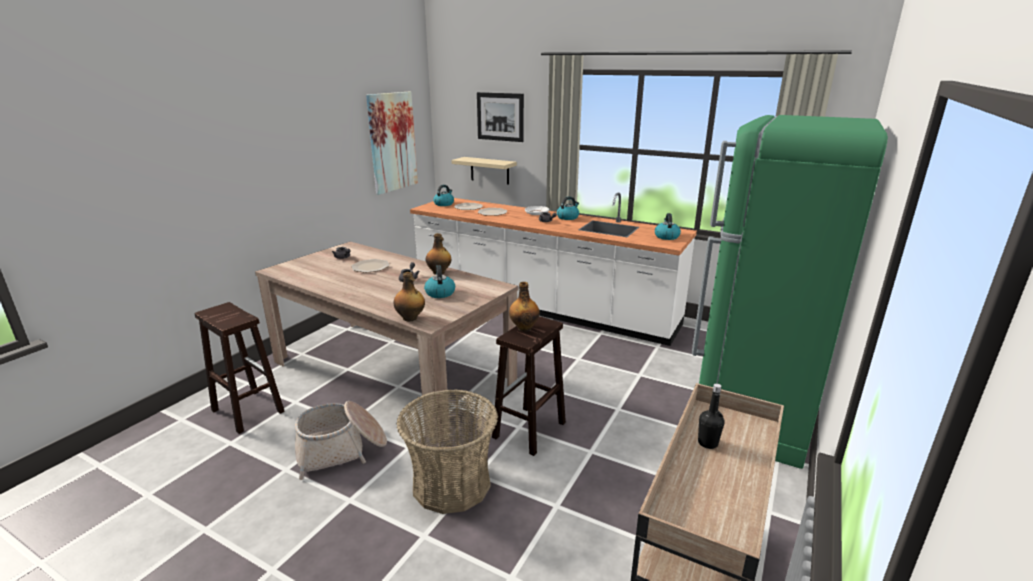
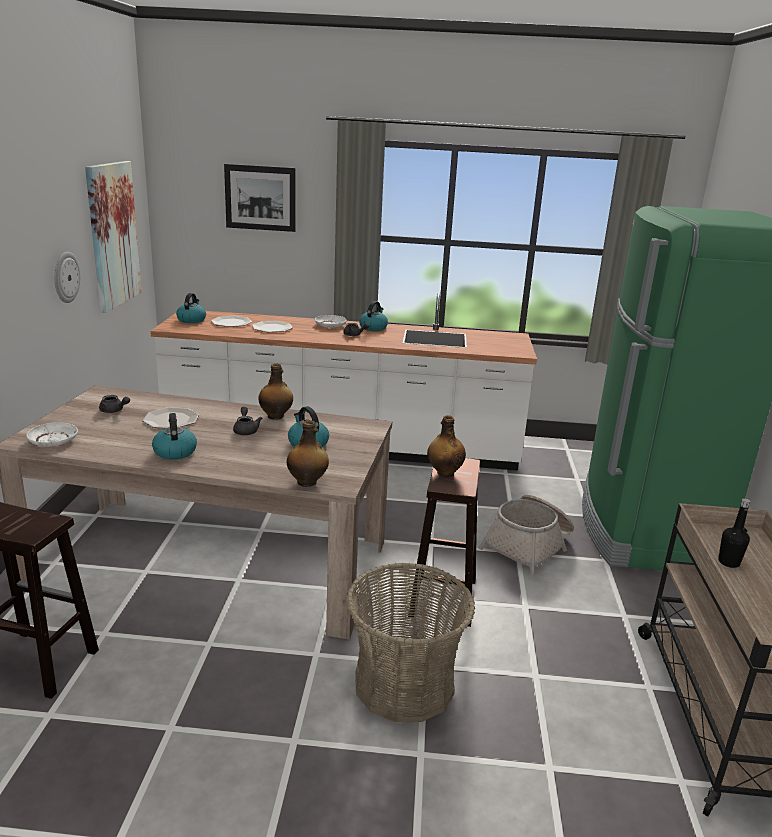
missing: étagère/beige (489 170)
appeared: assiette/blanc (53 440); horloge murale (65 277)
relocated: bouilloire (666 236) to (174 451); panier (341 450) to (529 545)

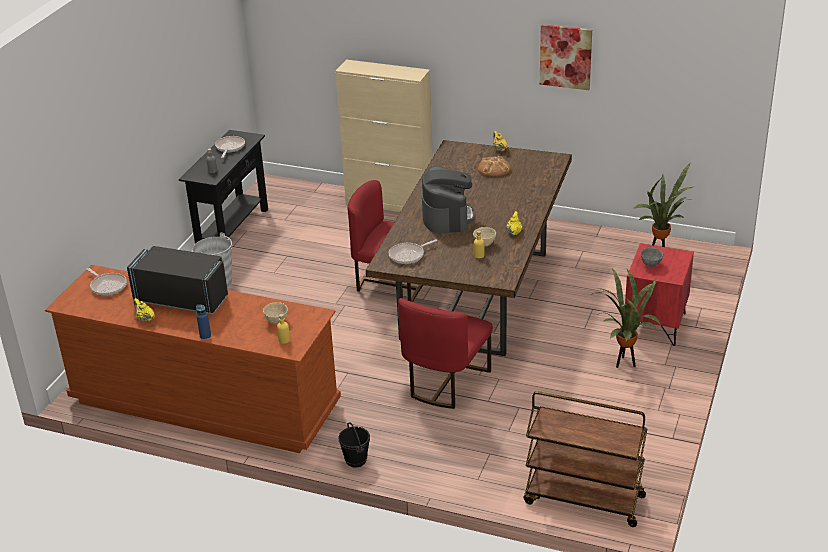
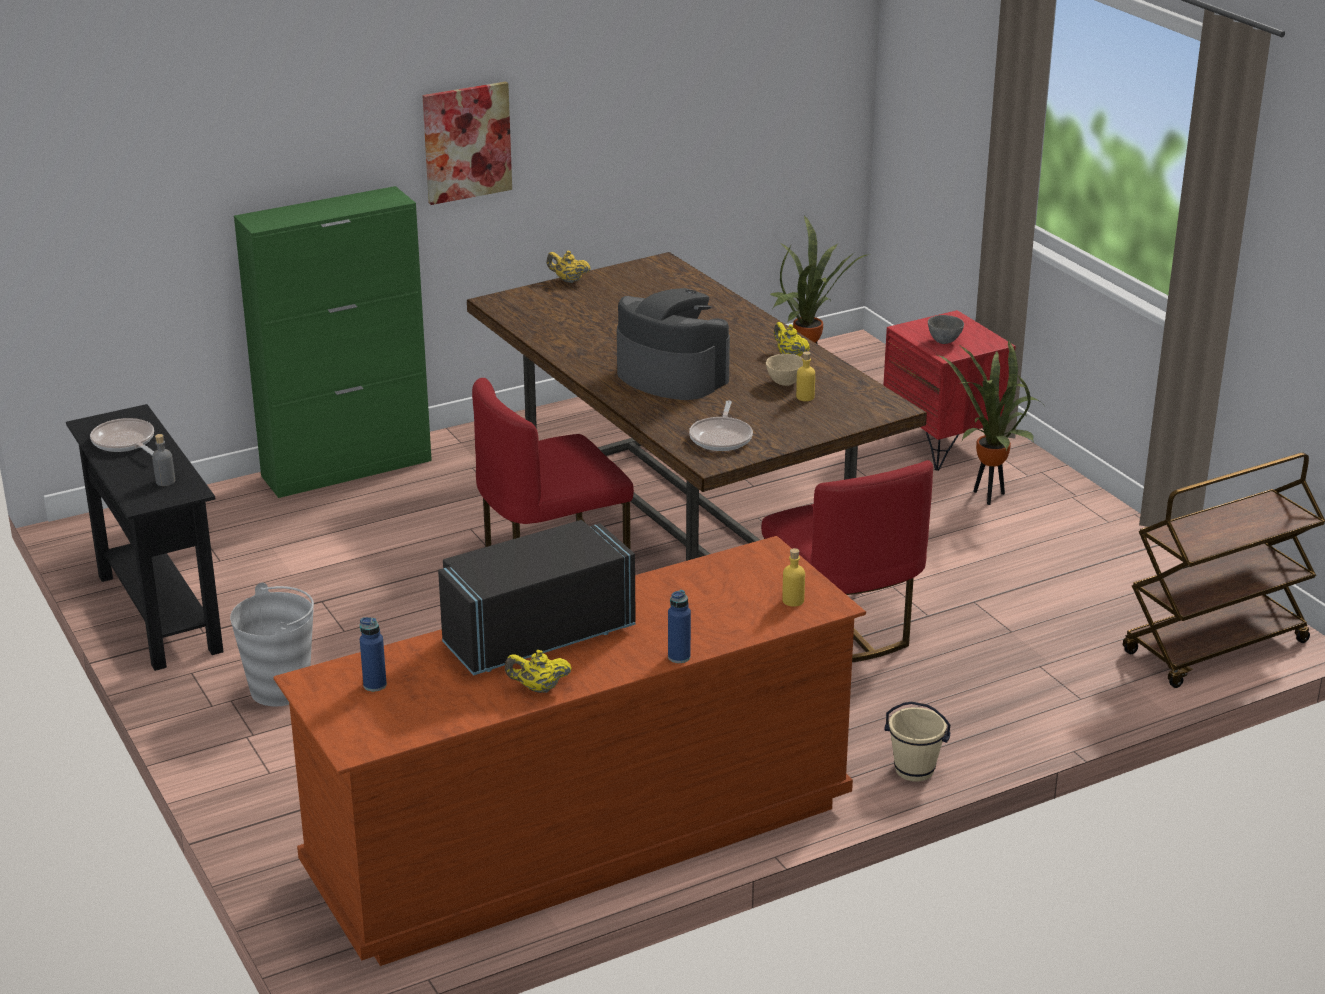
missing: bol/beige (277 321); pain (494 169)
relocated: tableau (565 56) to (467 142)
exchanged: poêle (107 286) to bouteille/bleu (375 685)
colour: meuble de rangement/beige (390 203) to meuble de rangement/vert (348 468); seau/noir (356 460) to seau/beige (914 770)

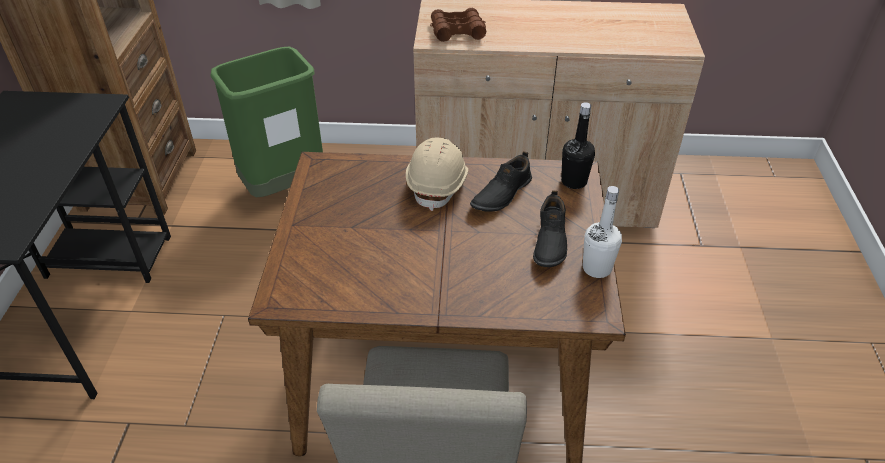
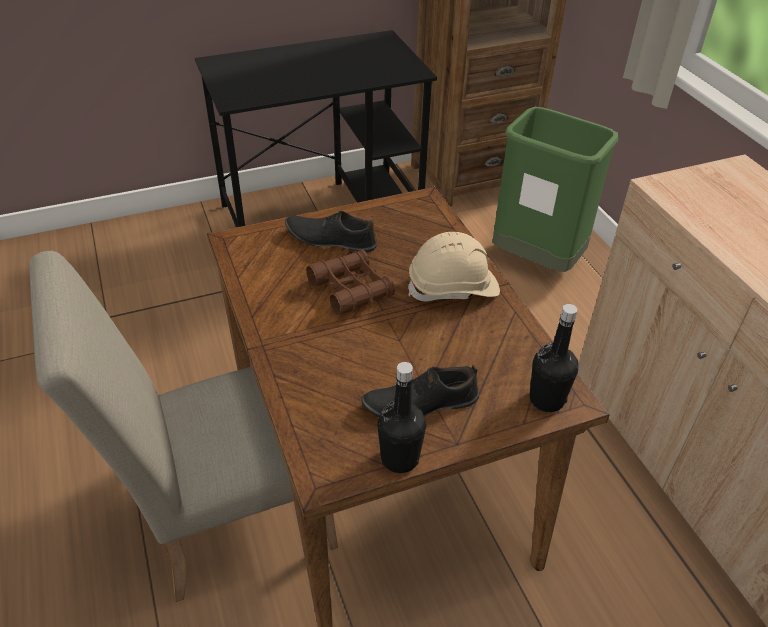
relocated: chaussure/noir (501 194) to (330 239); jumelles/marron (457 31) to (350 289)
colour: bouteille/blanc (596 268) to bouteille/noir (400 458)

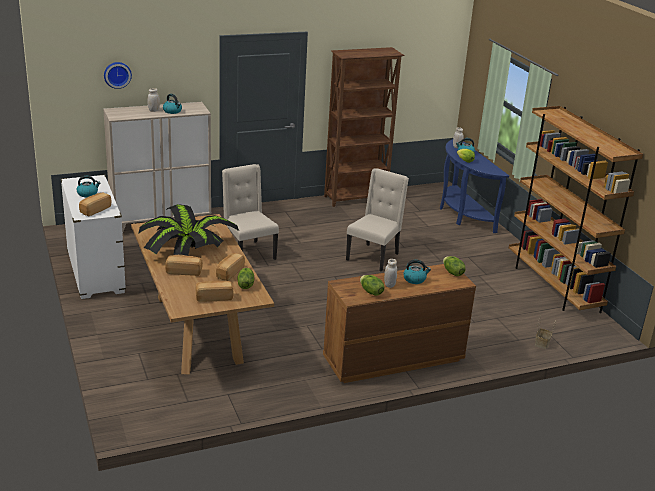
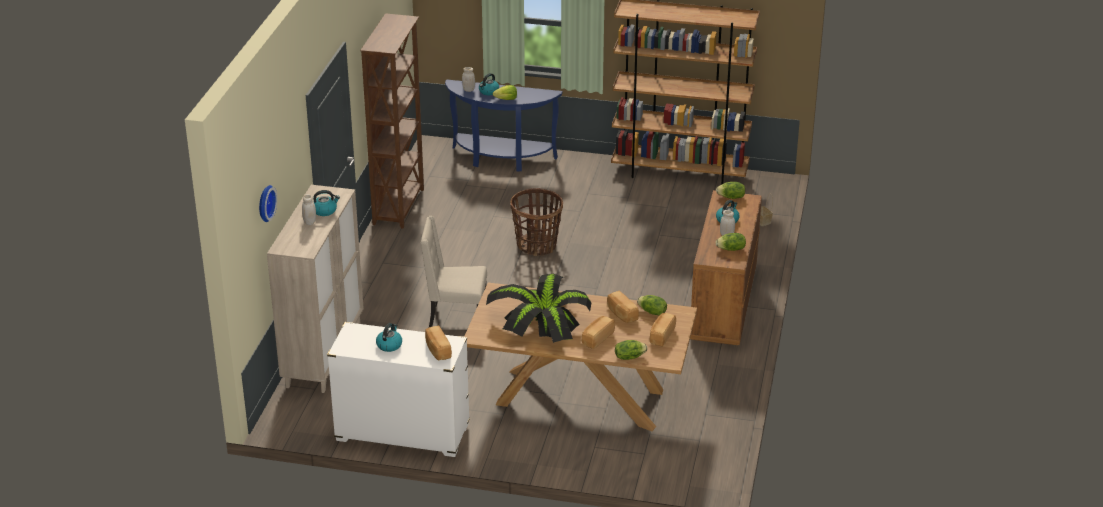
appeared: laitue (629 357)
exchanged: chaise/beige (373 257) to panier (537 245)

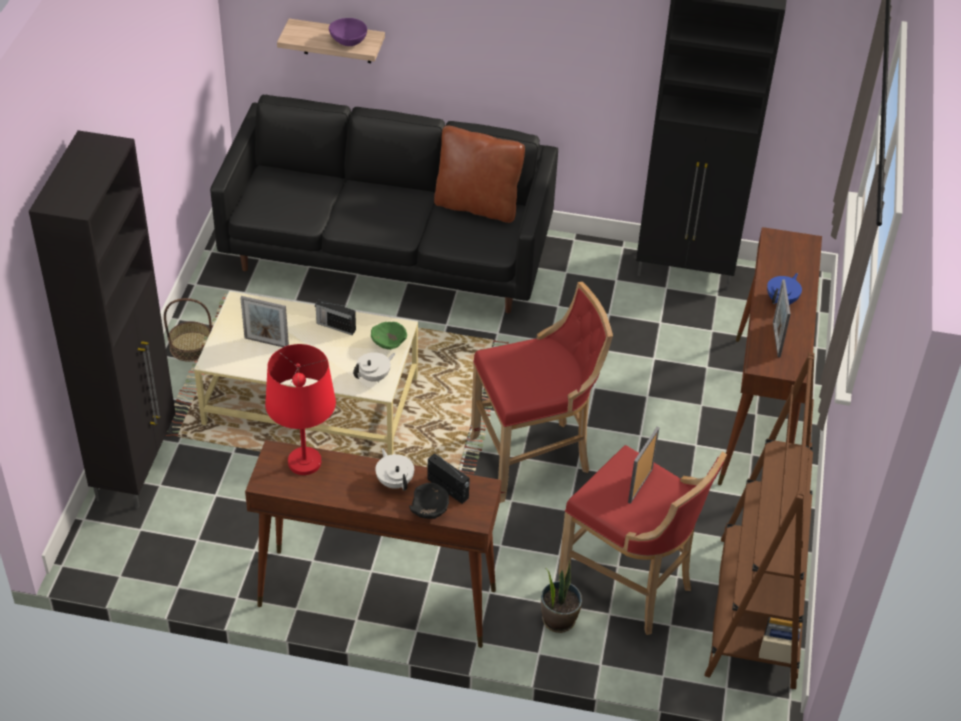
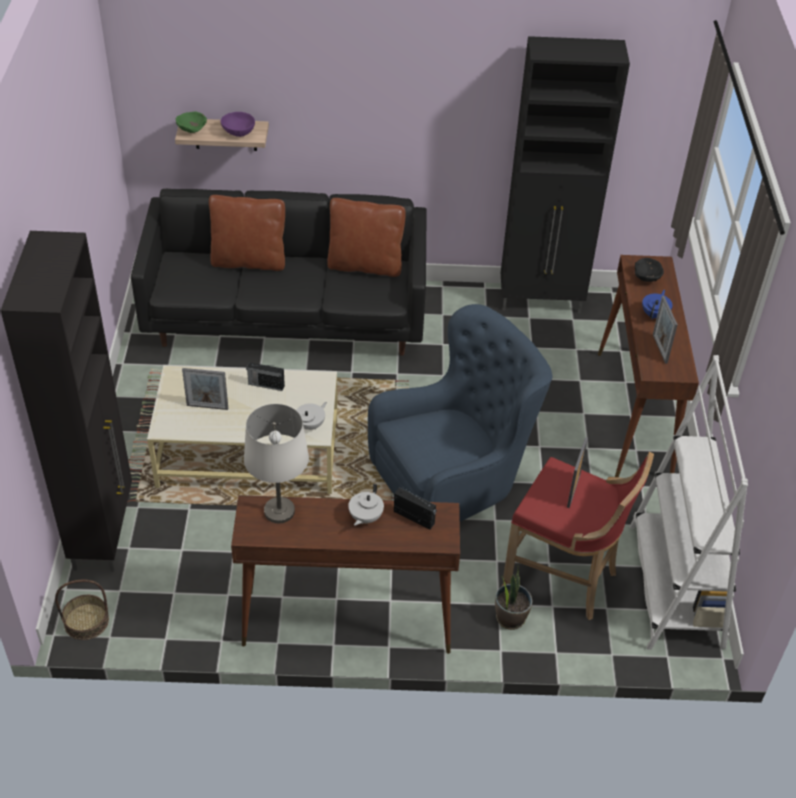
appeared: coussin/marron (249 261)
relocated: panier (191 346) to (86 621); bol/vert (388 343) to (191 130); bol/noir (429 512) to (647 279)
exchanged: tabouret/rouge (534 457) to fauteuil/bleu (454 477)
colour: lampe de table/rouge (304 462) to lampe de table/blanc (279 511); bibliothèque/marron (756 611) to bibliothèque/blanc (675 585)
spun: théière/blanc (395 481) = (365 517) 120 degrees counterclockwise

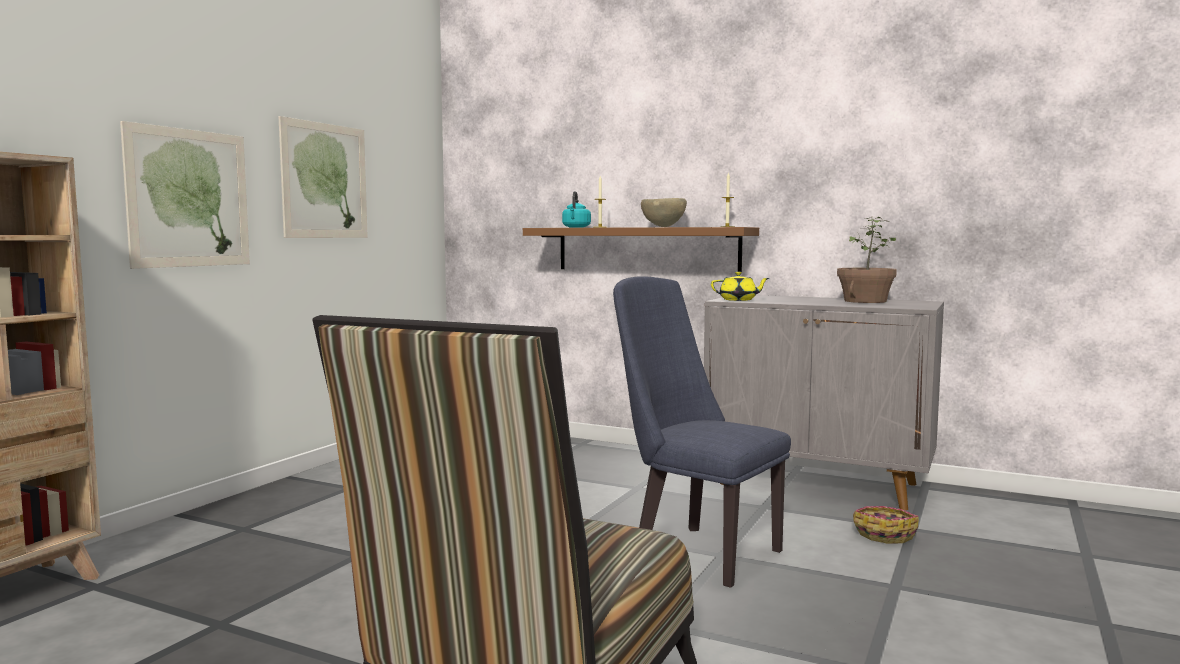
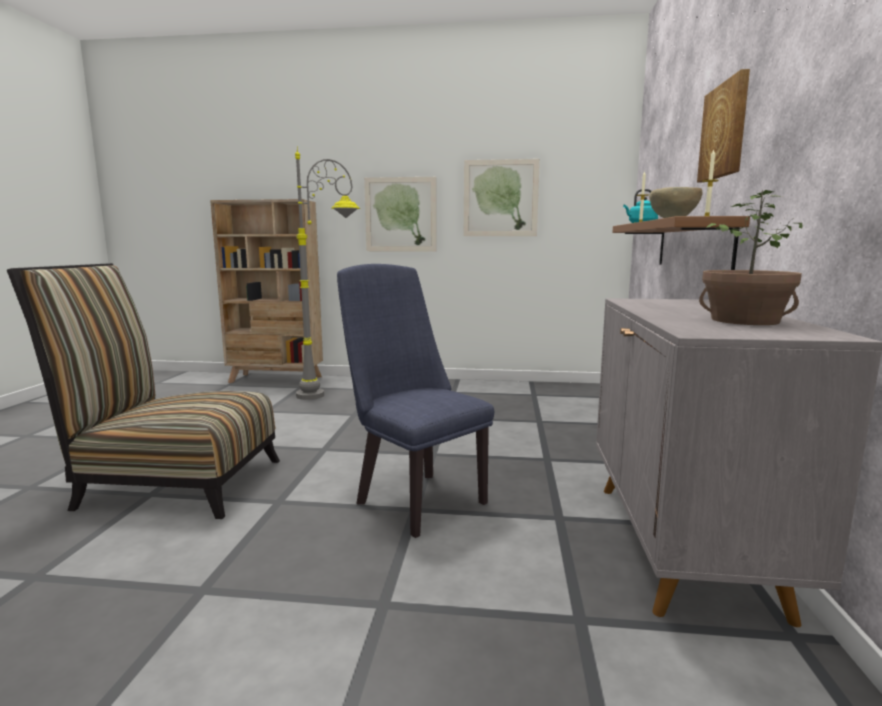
missing: théière/jaune (738 300); panier (884 534)
appeared: lampadaire/gris (332 392); tableau (725 131)
spun: chaise/bleu (696 552) = (414 498) 60 degrees counterclockwise

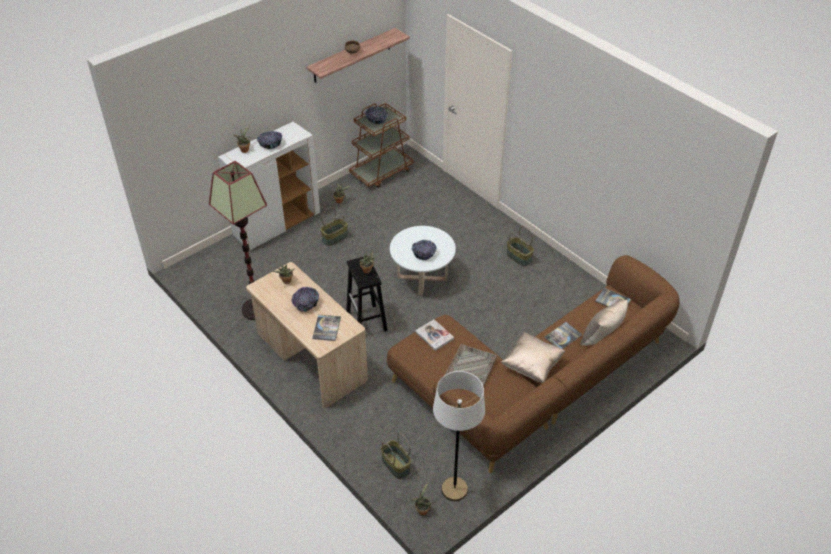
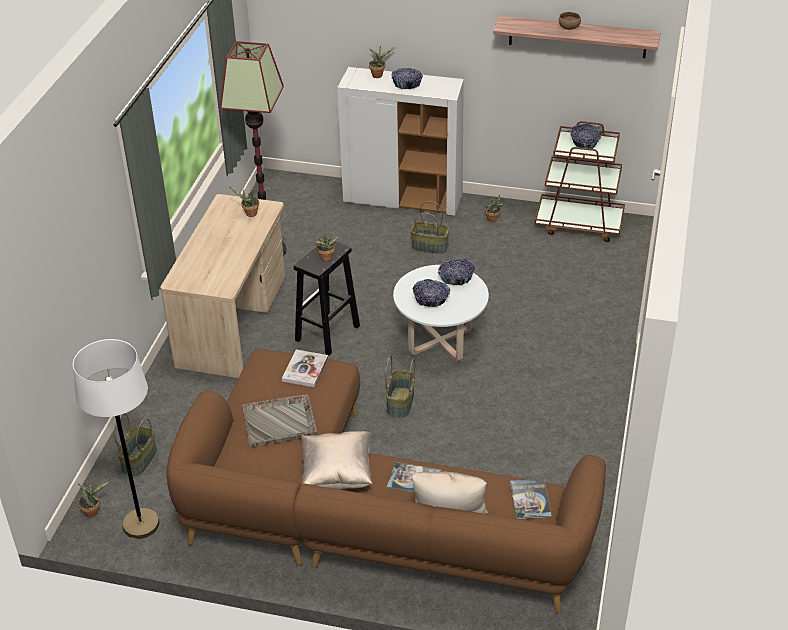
missing: livre (326 328)
relocated: panier (519 257) to (401 403); bol (305 304) to (456 278)

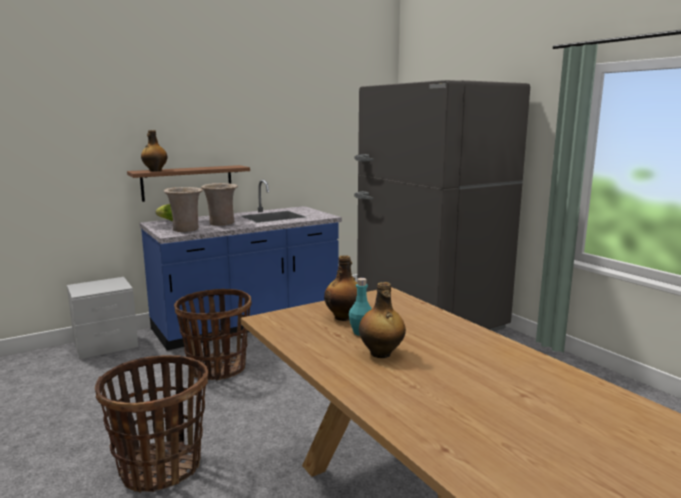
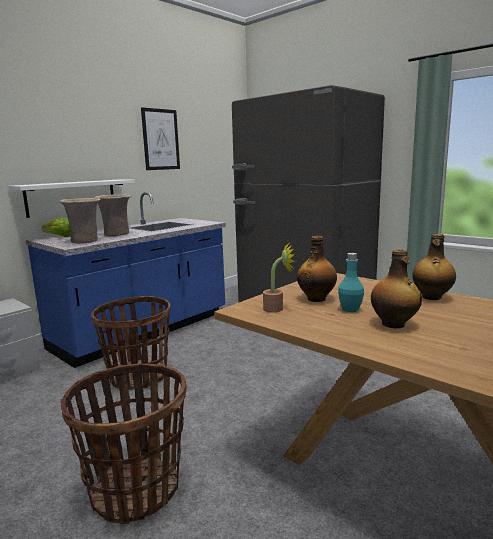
appeared: tableau (161 139); plante en pot (277 308)
relocated: bouteille (155 170) to (431 297)
colour: étagère/marron (187 182) to étagère/blanc (71 197)

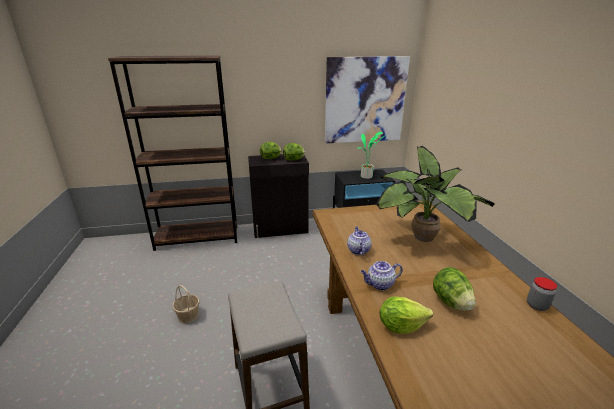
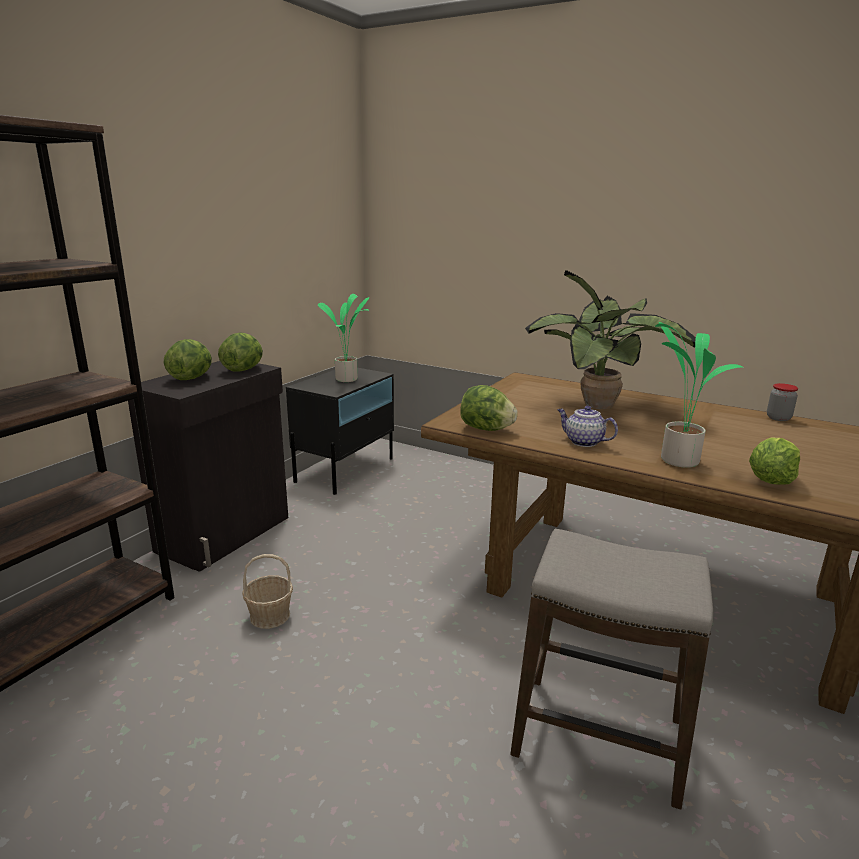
missing: tableau (365 100)
relocated: panier (188 315) to (269 615); laitue (451 302) to (486 429)
exchanged: théière (379 284) to plante en pot (677 460)

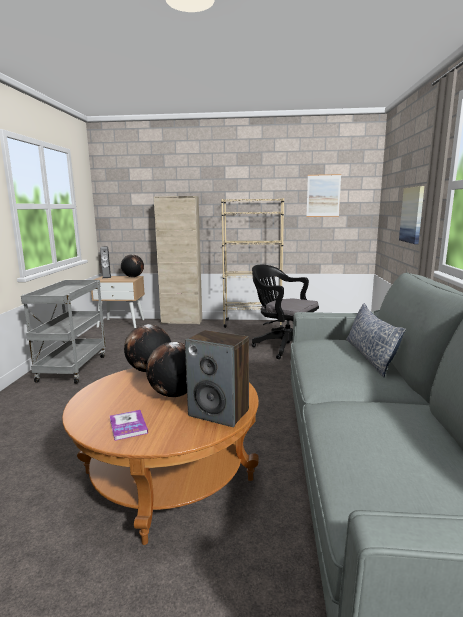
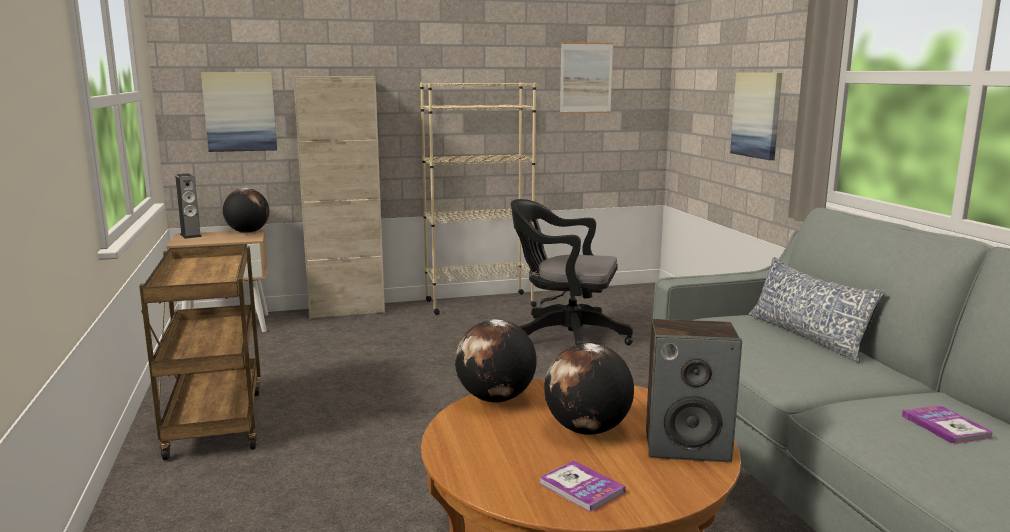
appeared: tableau (240 111); livre (946 426)
colour: chariot/gris (72 367) to chariot/marron (214 422)

